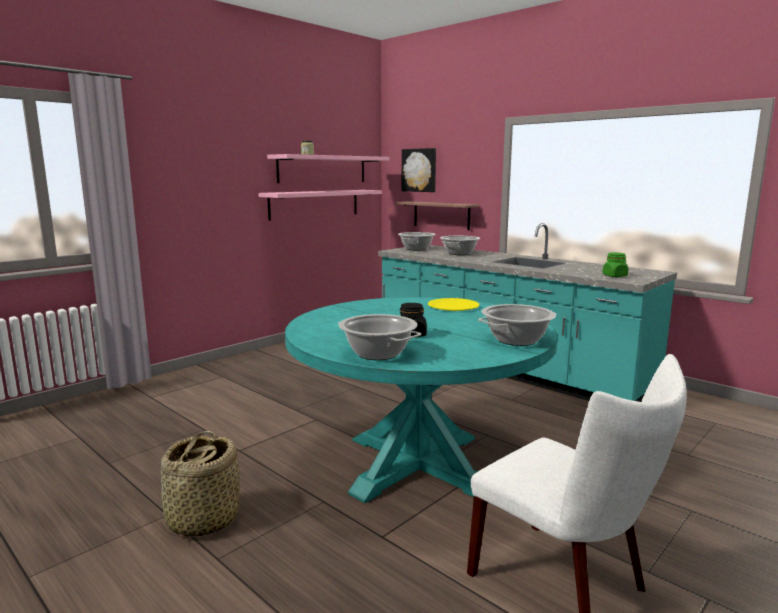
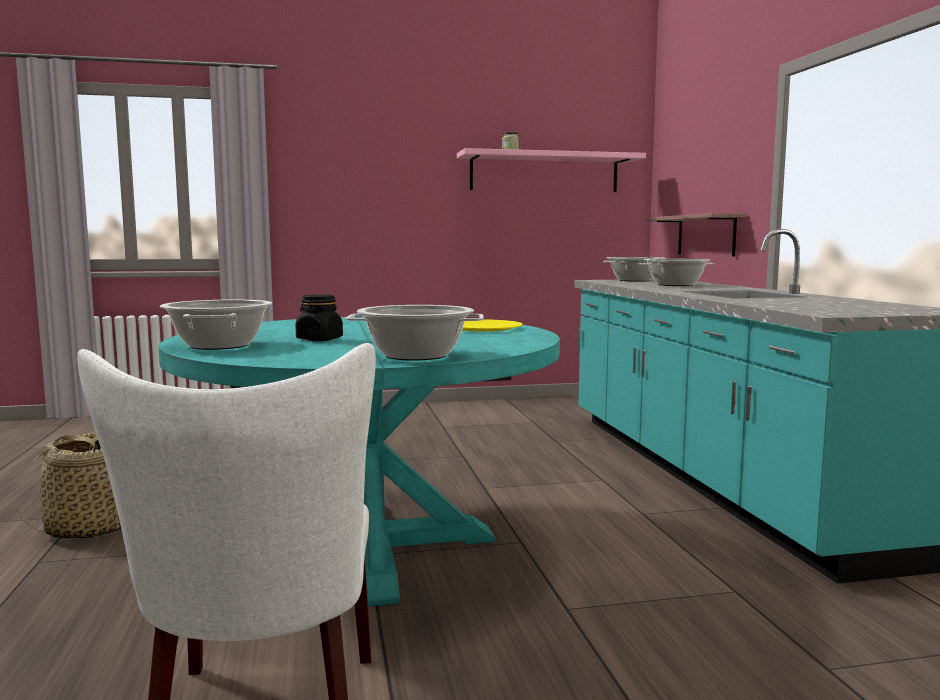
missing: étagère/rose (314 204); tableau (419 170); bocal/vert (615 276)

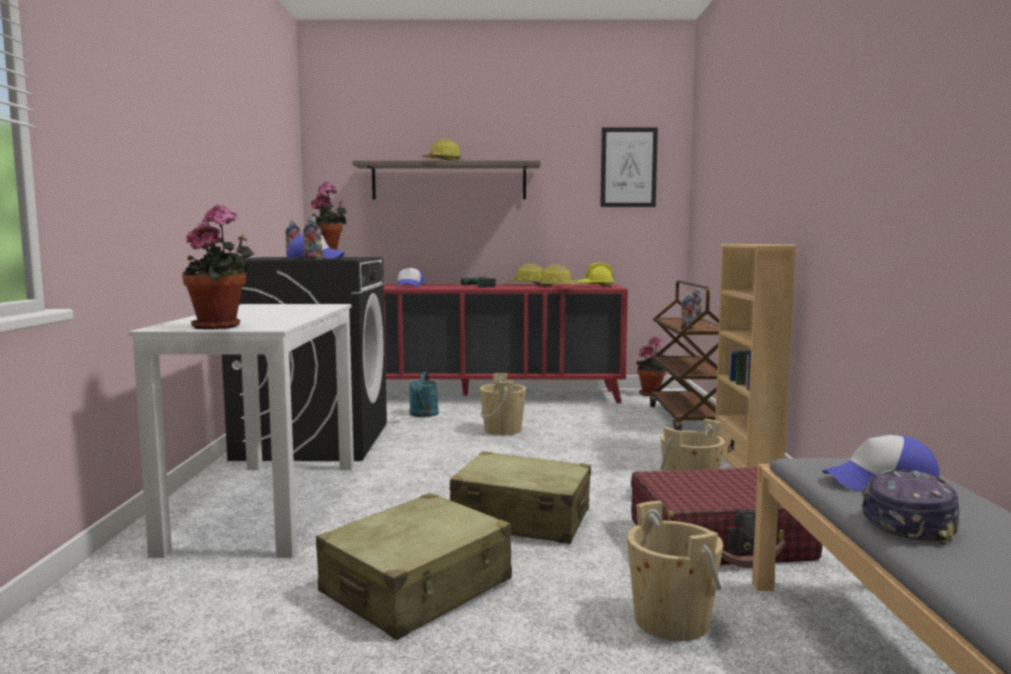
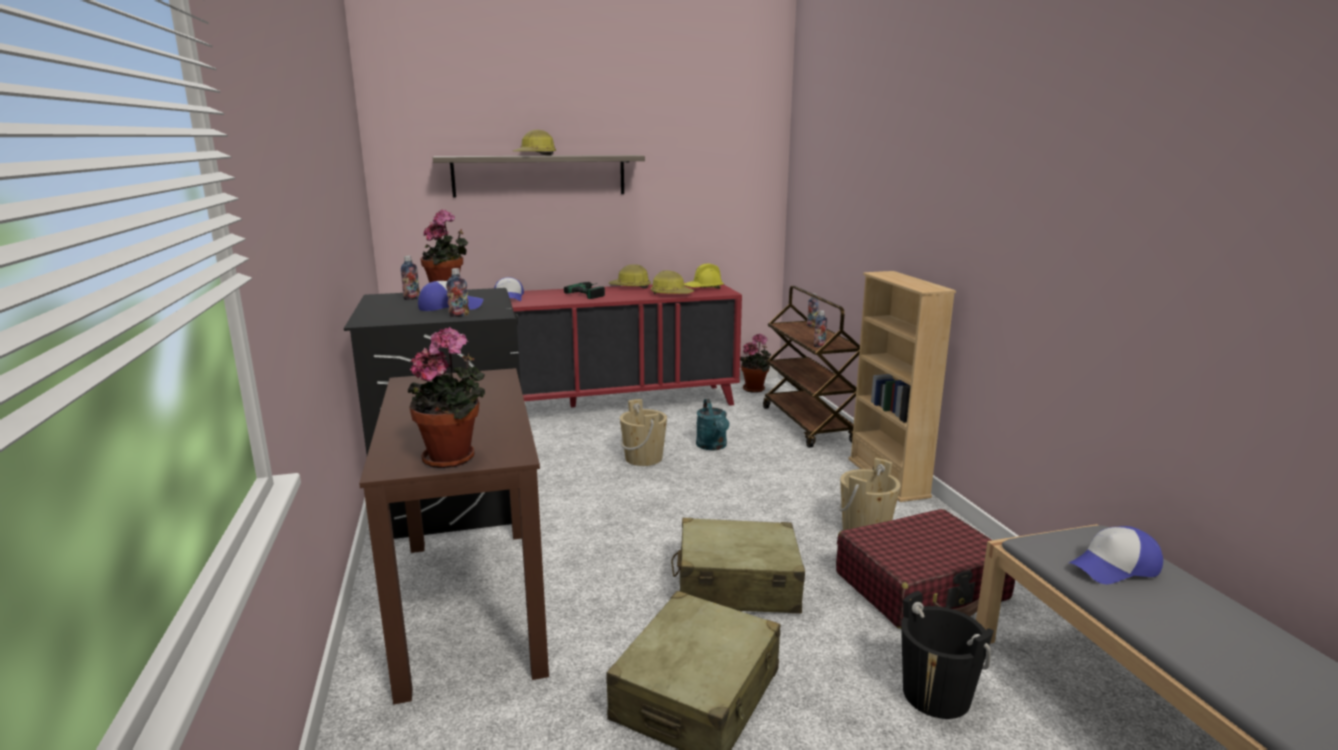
missing: tableau (628 167); casquette (907 522)
relocated: arrosoir/turquoise (423 415) to (713 446)
colour: bureau/blanc (268 504) to bureau/marron (470 602); seau/beige (671 621) to seau/noir (936 695)

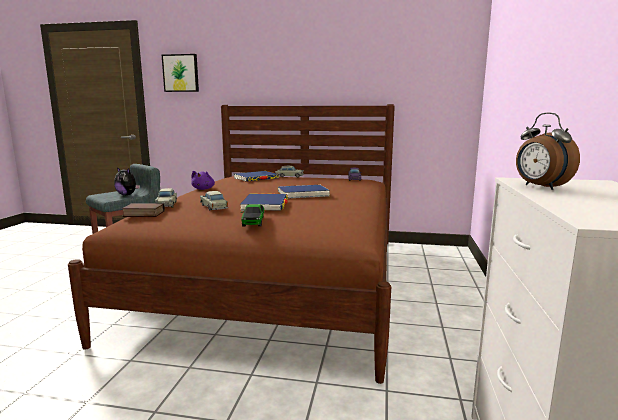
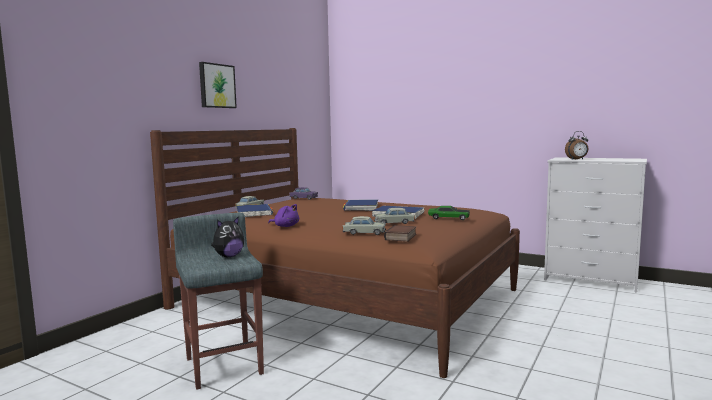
relocated: tableau (181 73) to (216 86)

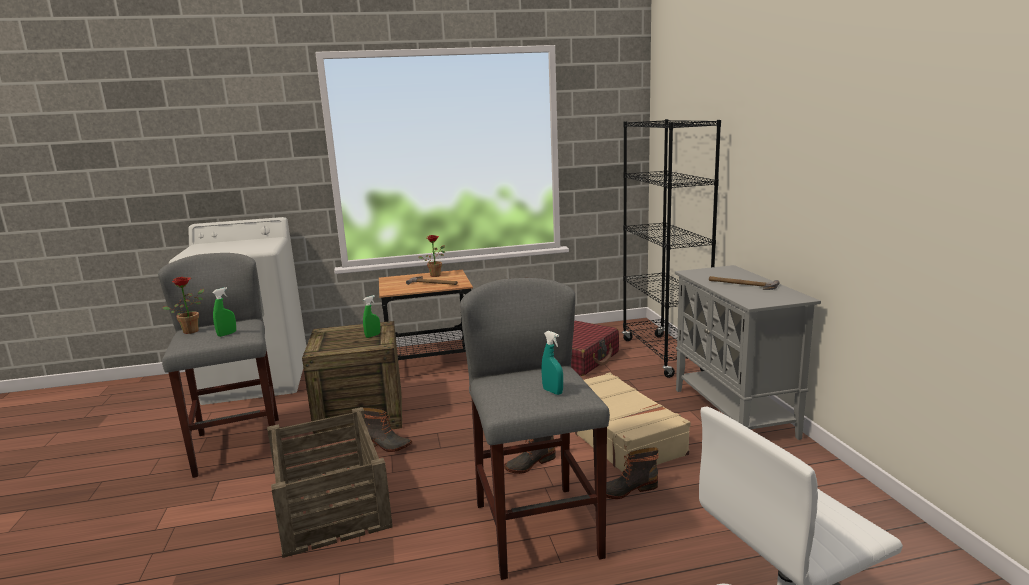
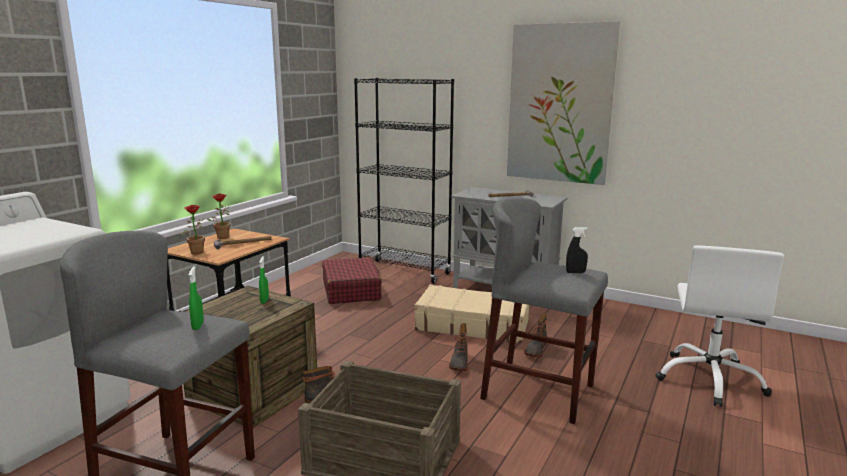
appeared: tableau (560 104)
relocated: plante en pot (192 330) to (195 251)
colour: vaporisateur/turquoise (552 391) to vaporisateur/noir (575 272)

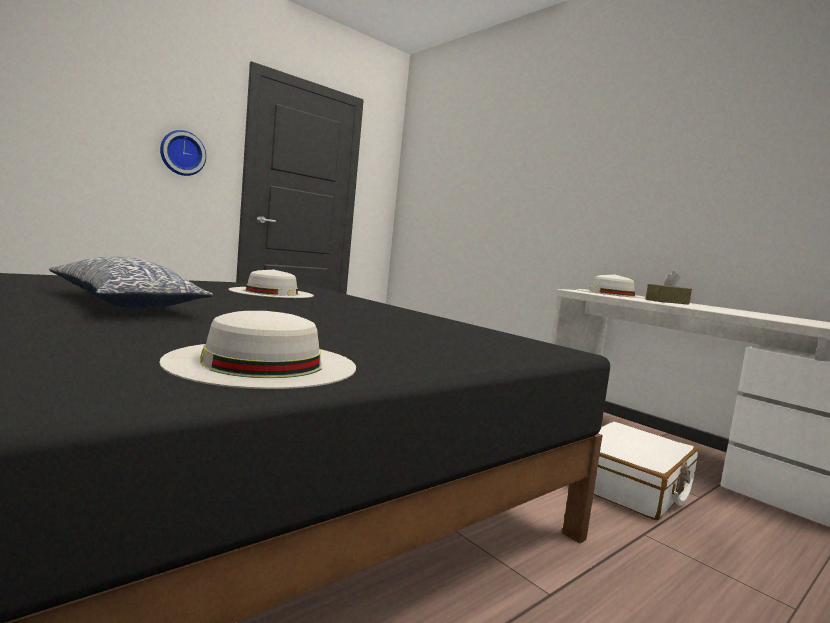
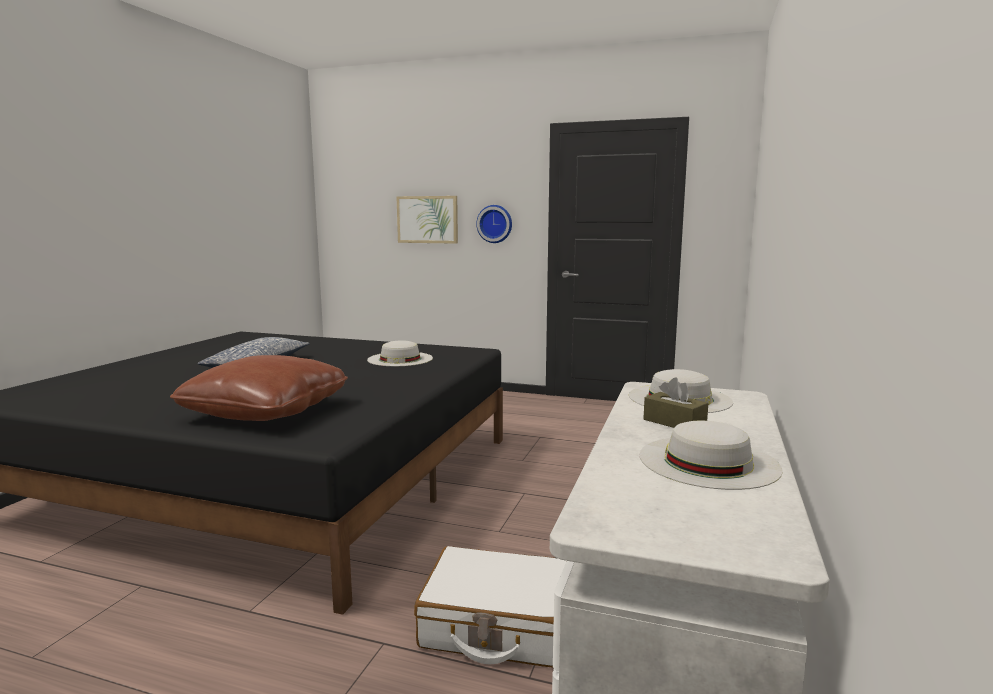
appeared: coussin/marron (266 412); tableau (427 219)
relocated: chapeau/blanc (262 363) to (708 461)

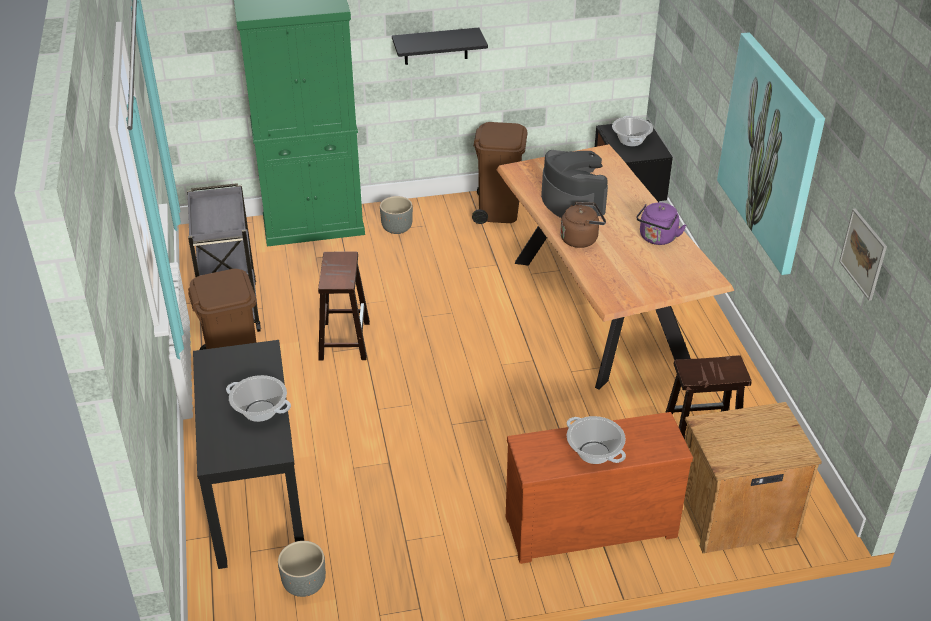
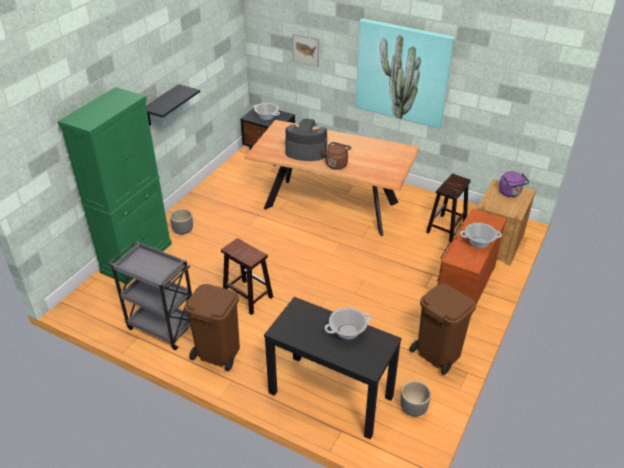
relocated: tableau (863 254) to (306 49); poubelle/marron (498 210) to (437 353); bouilloire/violet (657 238) to (510 193)

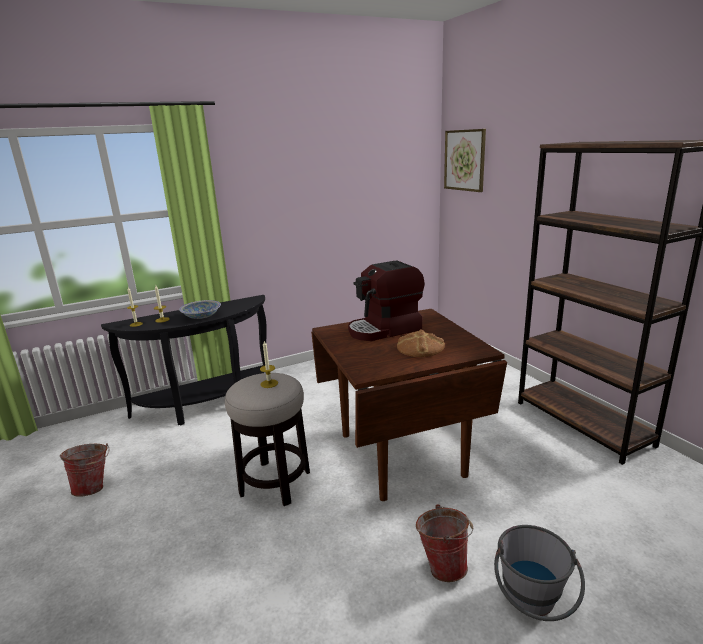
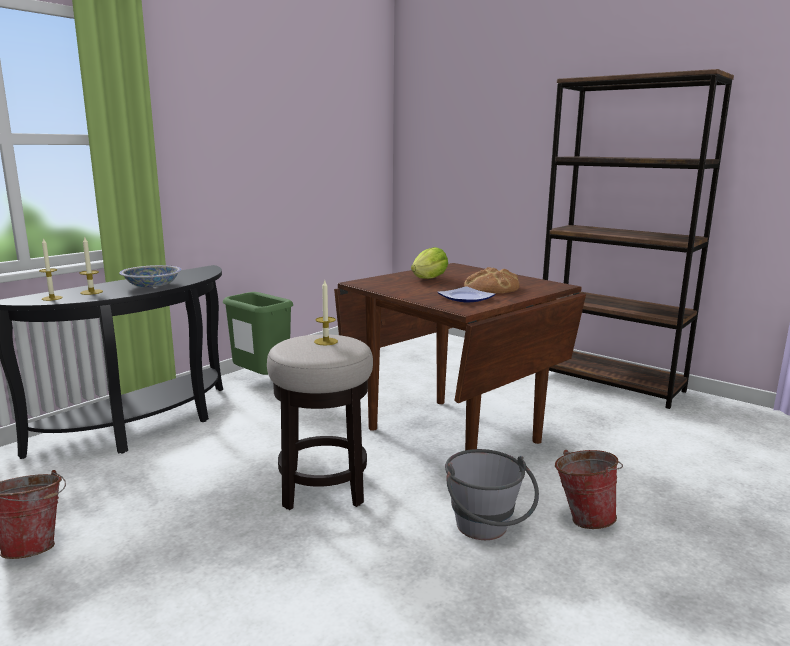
missing: tableau (464 160)
appeared: poubelle/vert (260 382); assiette (466 298)
relocated: seau/gris (532 605) to (486 532)
exchanged: machine à café (385 329) to laitue (429 278)

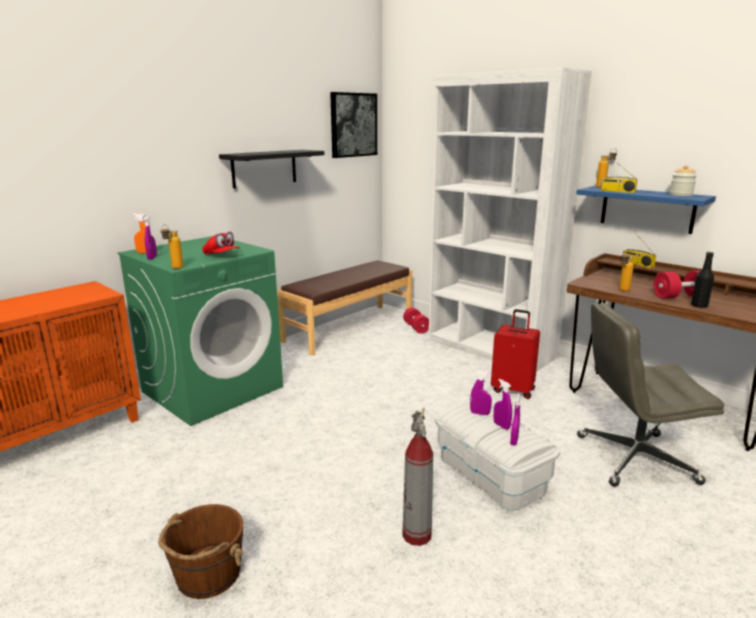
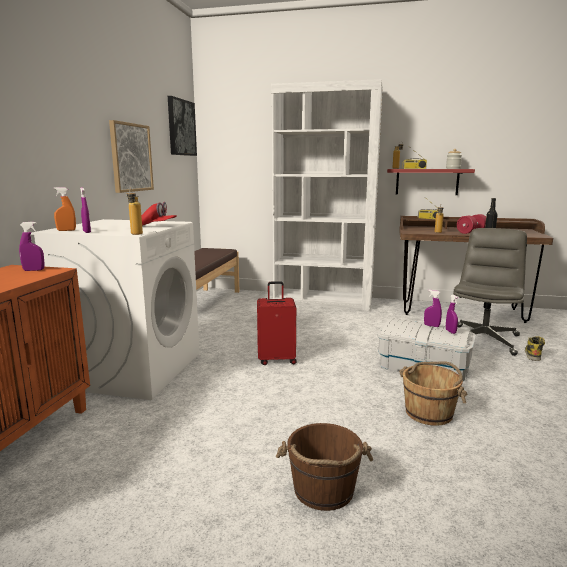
missing: haltère/rouge (416 328)
appeared: botte (533 354)
relocated: vaporisateur/violet (480 413) to (33 270); valise/rouge (513 389) to (277 359)
exchanged: étagère/noir (264 168) to tableau (131 157); extincteur (417 535) to seau/marron (429 413)
colour: lave-linge/vert (213 388) to lave-linge/blanc (133 369); étagère/bleu (647 209) to étagère/rouge (427 182)
spun: chaise de bureau/gris (634 459) = (483 339) 150 degrees clockwise

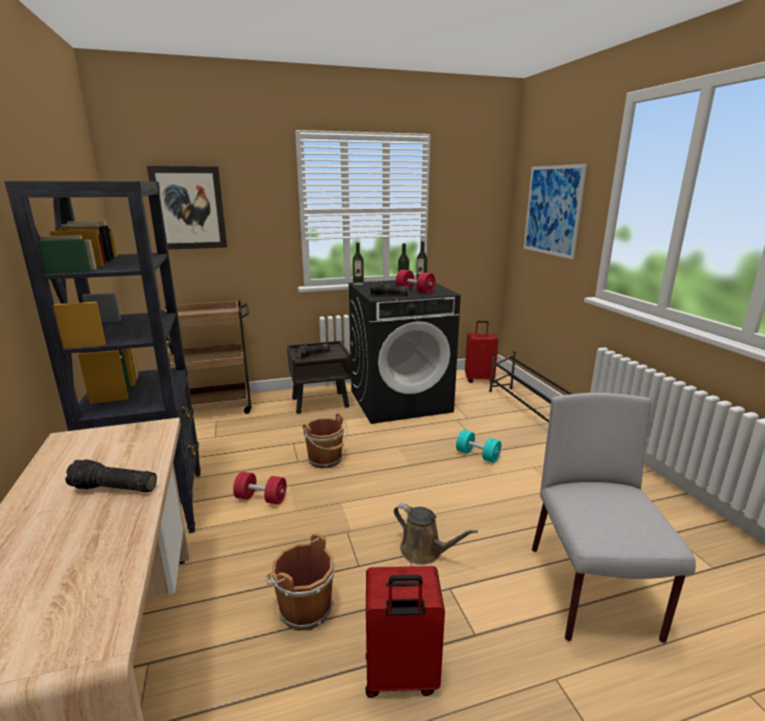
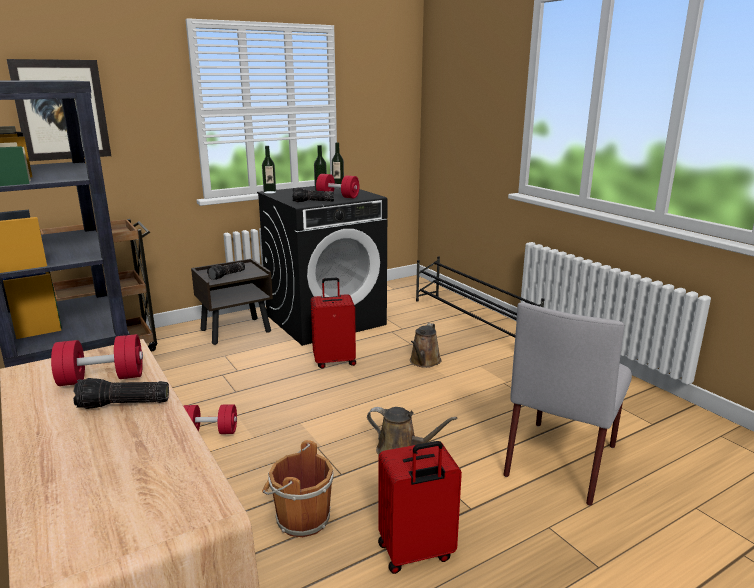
missing: seau/marron (326 460); tableau (552 210)
appeared: haltère/rouge (102 379)
relocated: valise/rouge (479 379) to (334 361)
exchanged: haltère/turquoise (477 455) to arrosoir/marron (424 362)
spun: chaise/gris (592 593) = (561 459) 135 degrees counterclockwise

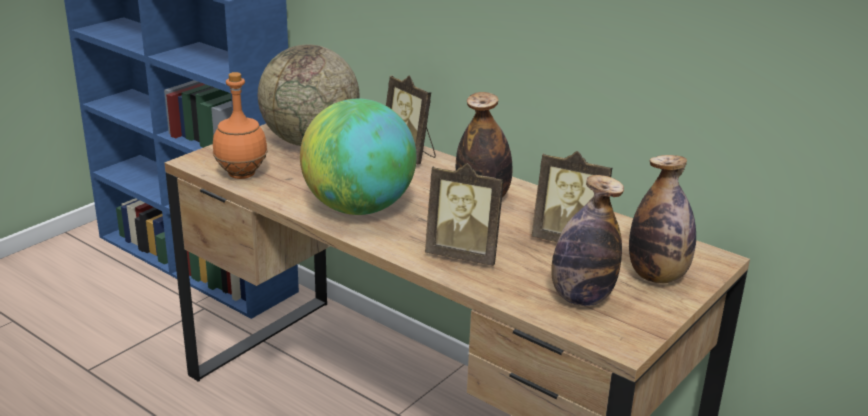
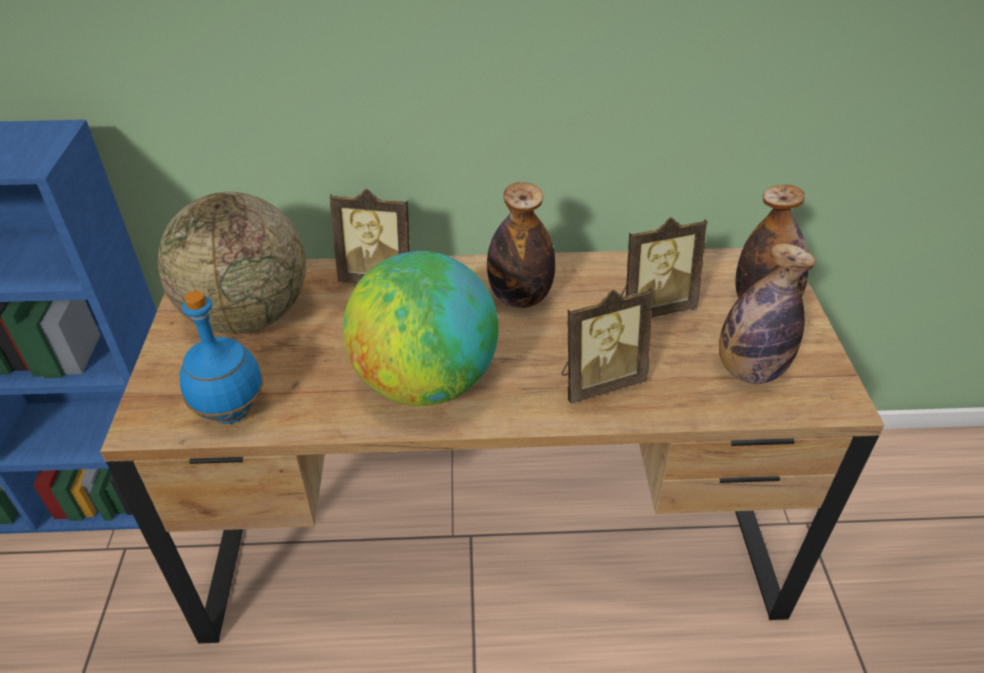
colour: bouteille/orange (241 175) to bouteille/bleu (232 412)

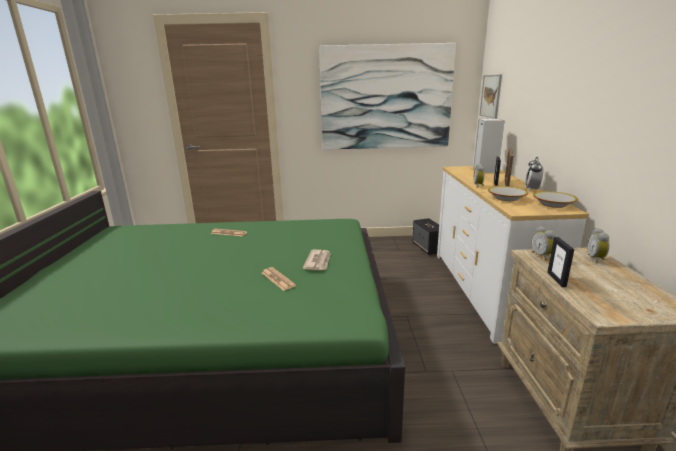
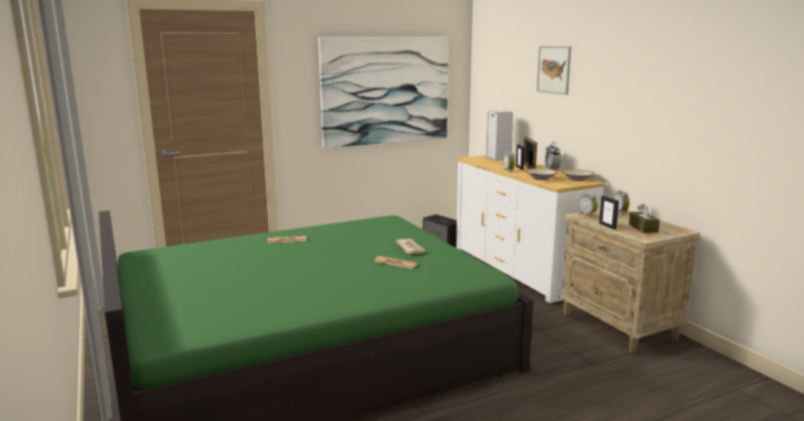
appeared: boîte à mouchoirs/marron (643 228)
relocated: tableau (490 96) to (554 69)

